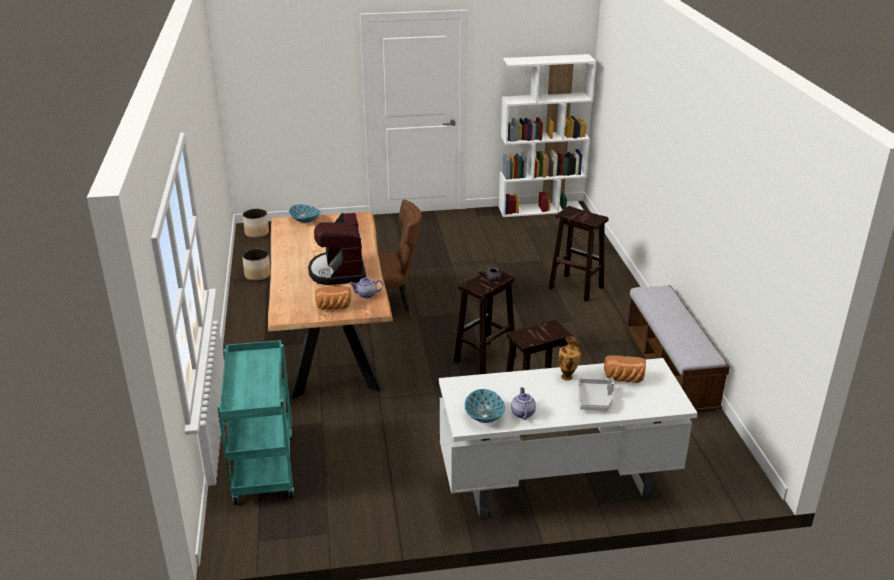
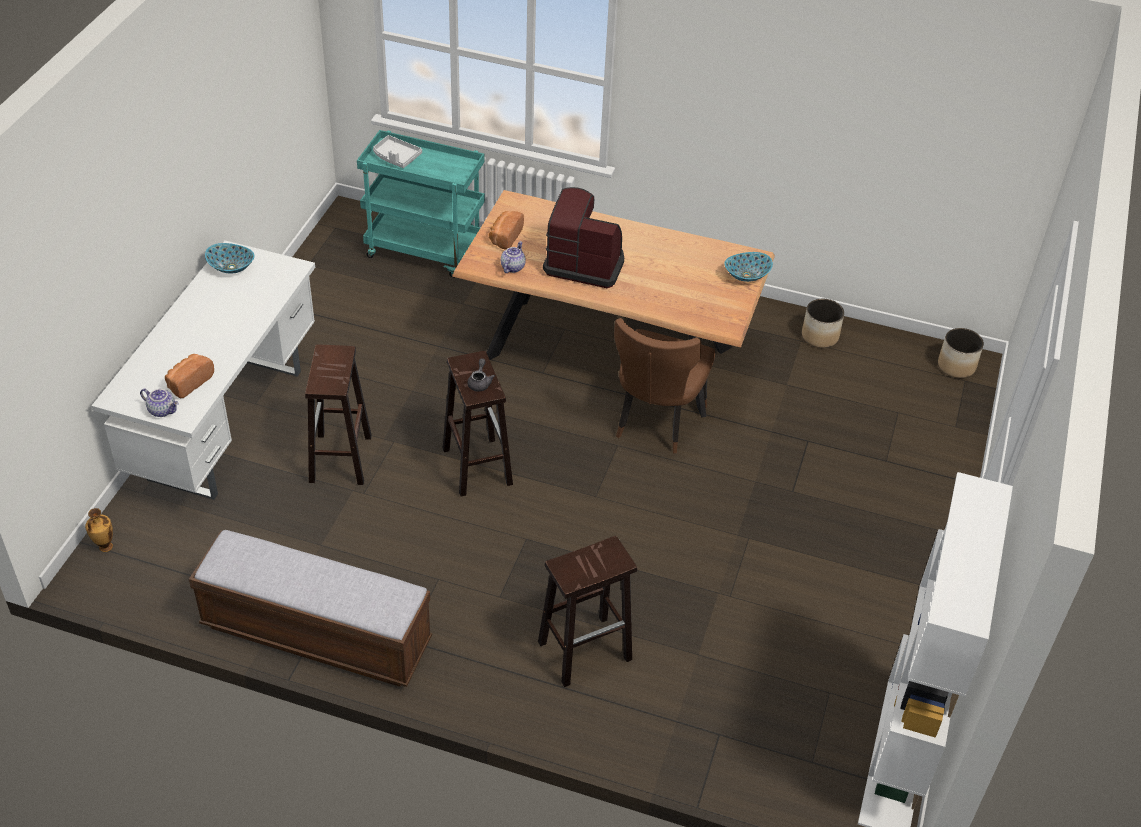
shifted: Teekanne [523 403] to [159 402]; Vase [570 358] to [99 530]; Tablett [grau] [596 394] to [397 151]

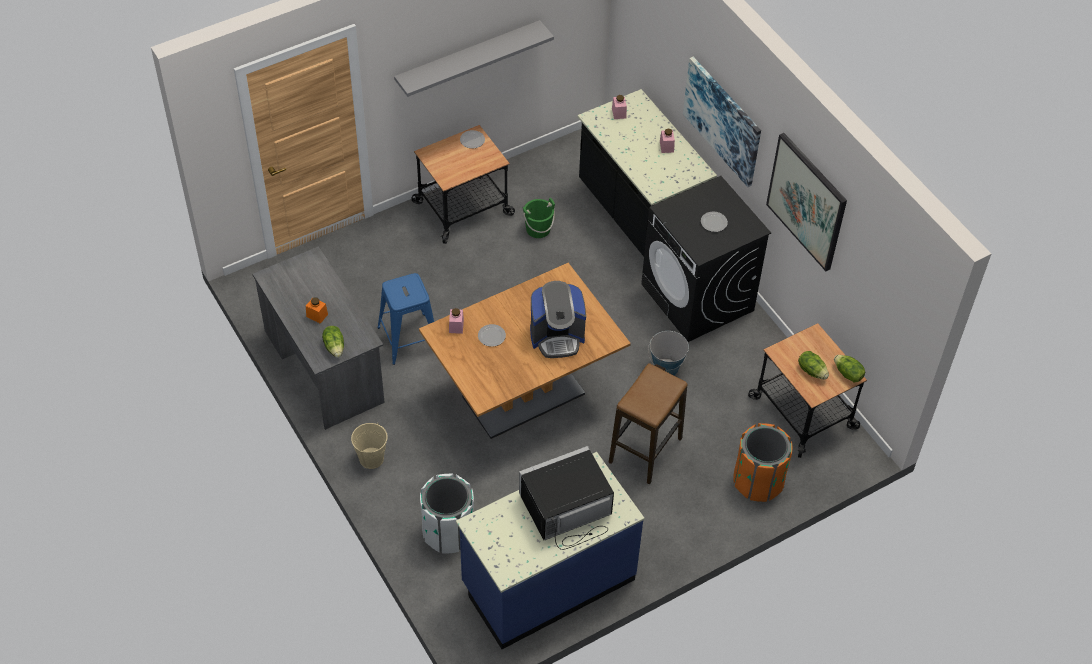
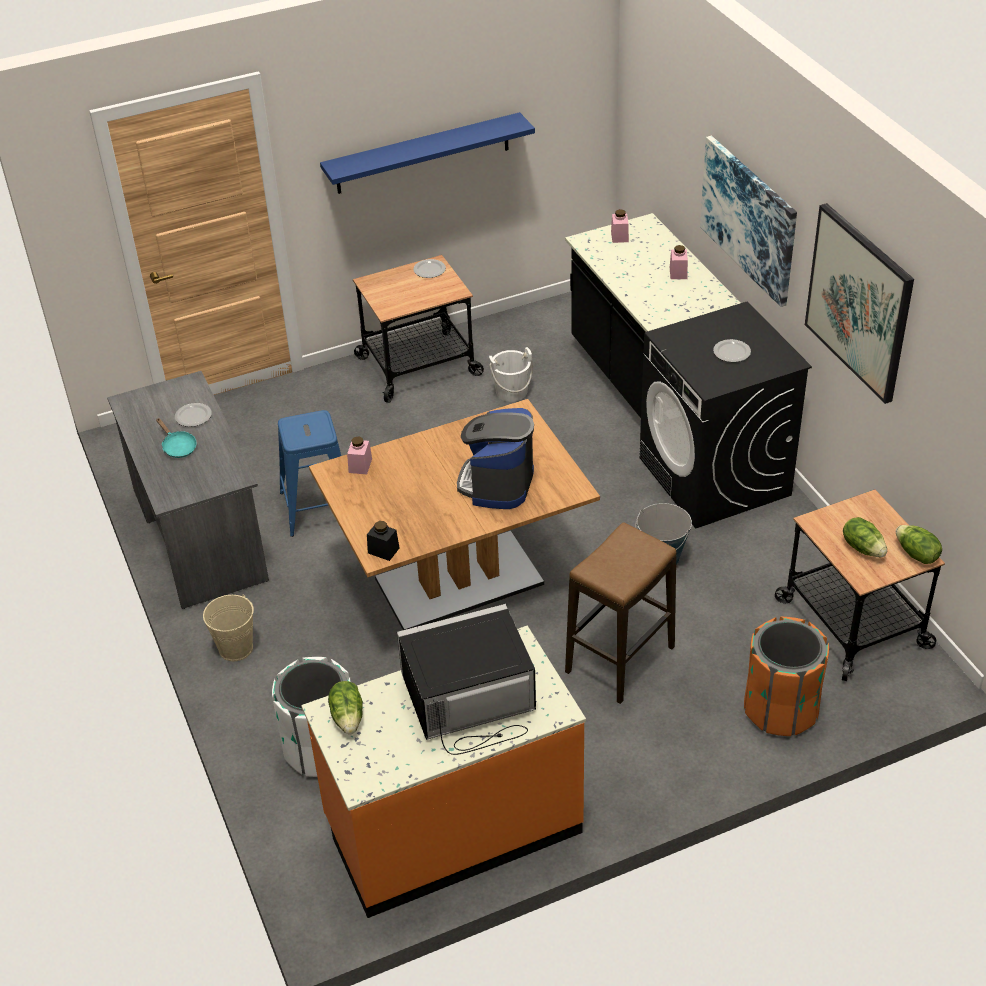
new: Vorratsglas [schwarz] [383 541]
shifted: Salatkopf [333 342] to [345 708]; Teller [492 335] to [193 415]
swapped: Vorratsglas [orange] [317 310] to Pfanne [türkis] [176 438]
repainted: Wandregal [grau] [474 58] to Wandregal [blau] [427 153]; Küchenzeile [blau] [550 550] to Küchenzeile [orange] [443 772]; Eimer [grün] [539 218] to Eimer [weiß] [511 374]
rotated: Kaffeemaschine [558 319] = [495 458] 105 degrees clockwise

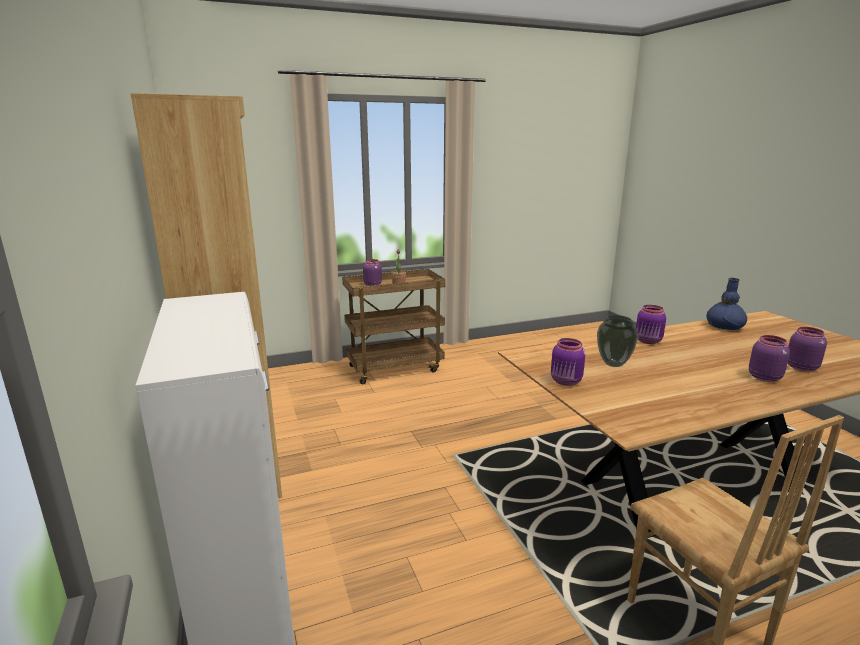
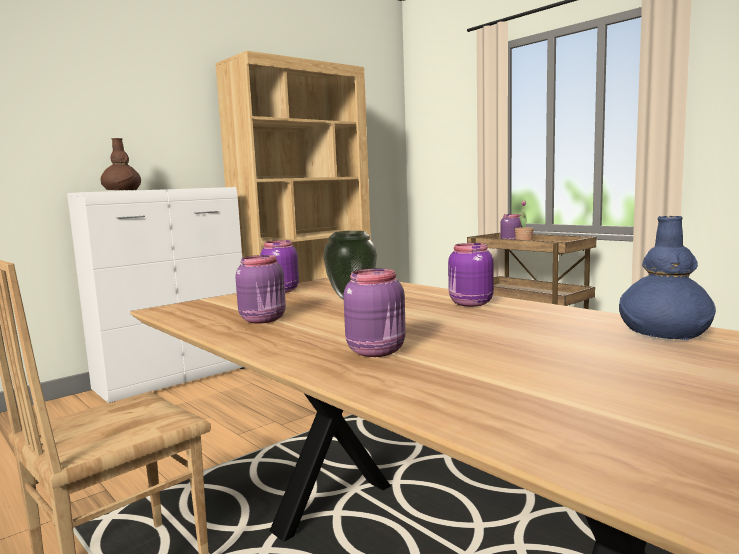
new: Vase [braun] [121 164]
shifted: Vorratsglas [lila] [807 349] to [260 289]

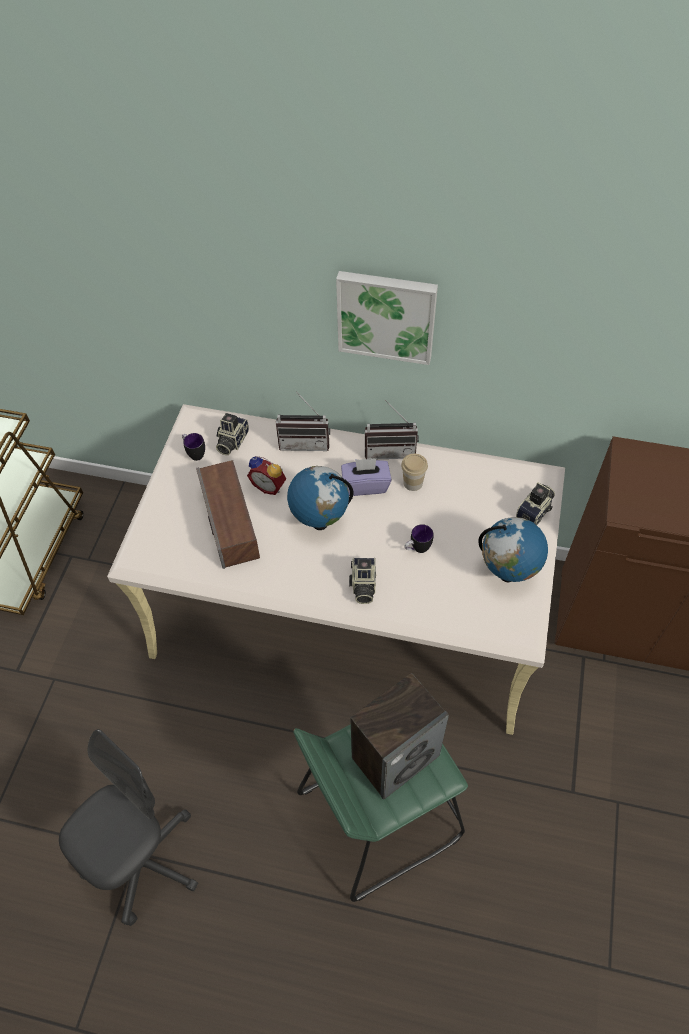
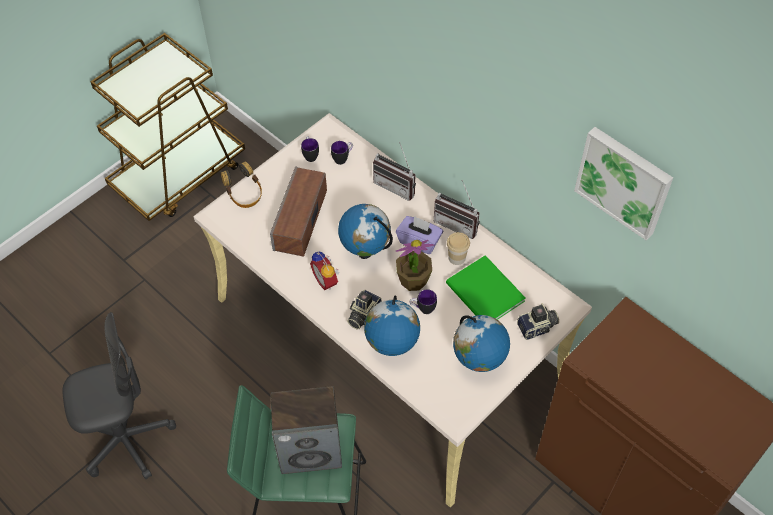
new: Kopfhörer [241 184]; Globus [392 326]; Topfpflanze [415 265]; Buch [grün] [486 287]
shifted: Wecker [266 475] to [324 270]; Bild [387 318] to [623 184]
swapped: Kamera [232 434] to Henkelbecher [342 153]

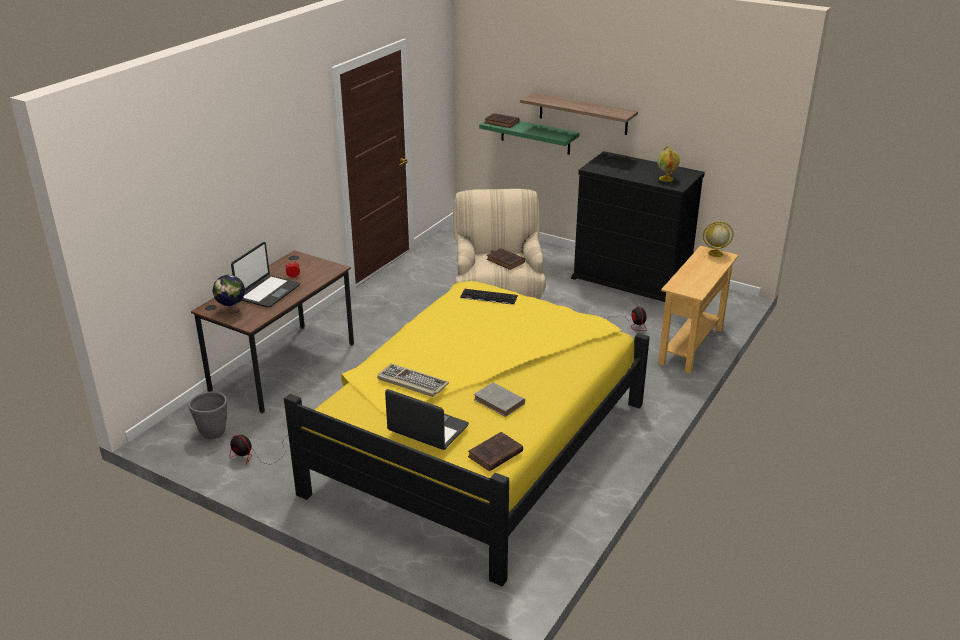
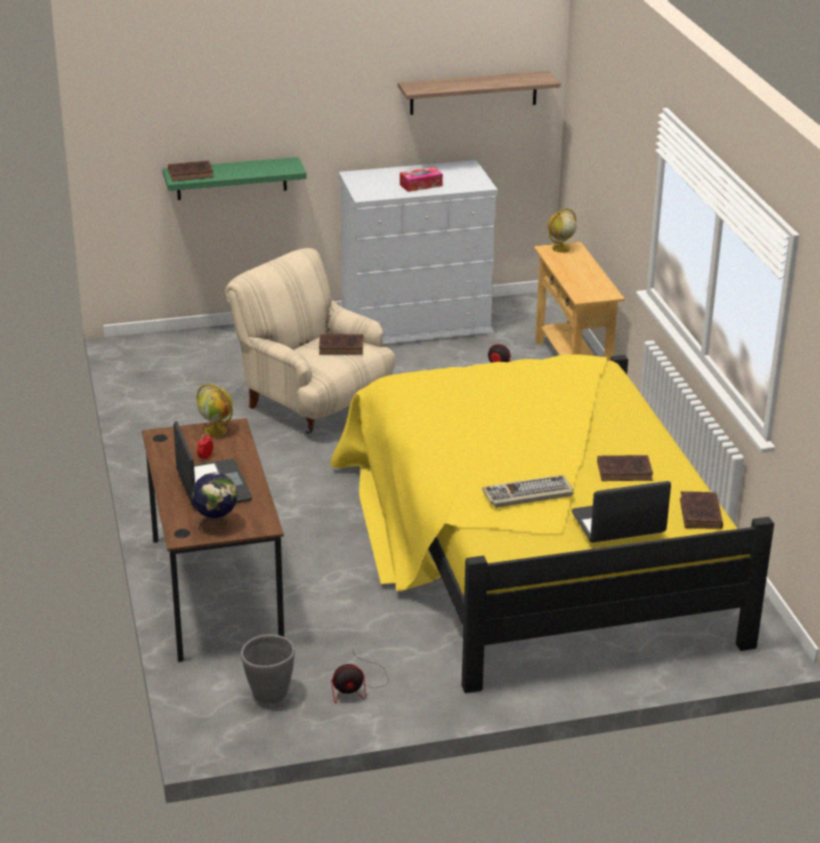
gone: Tastatur [489 297]
new: Taschentuchbox [421 179]
shifted: Wandregal [579 114] to [479 93]; Globus [668 164] to [215 410]
repainted: Buch [grau] [499 399] to Buch [braun] [625 468]; Kommode [schwarz] [638 226] to Kommode [weiß] [418 252]

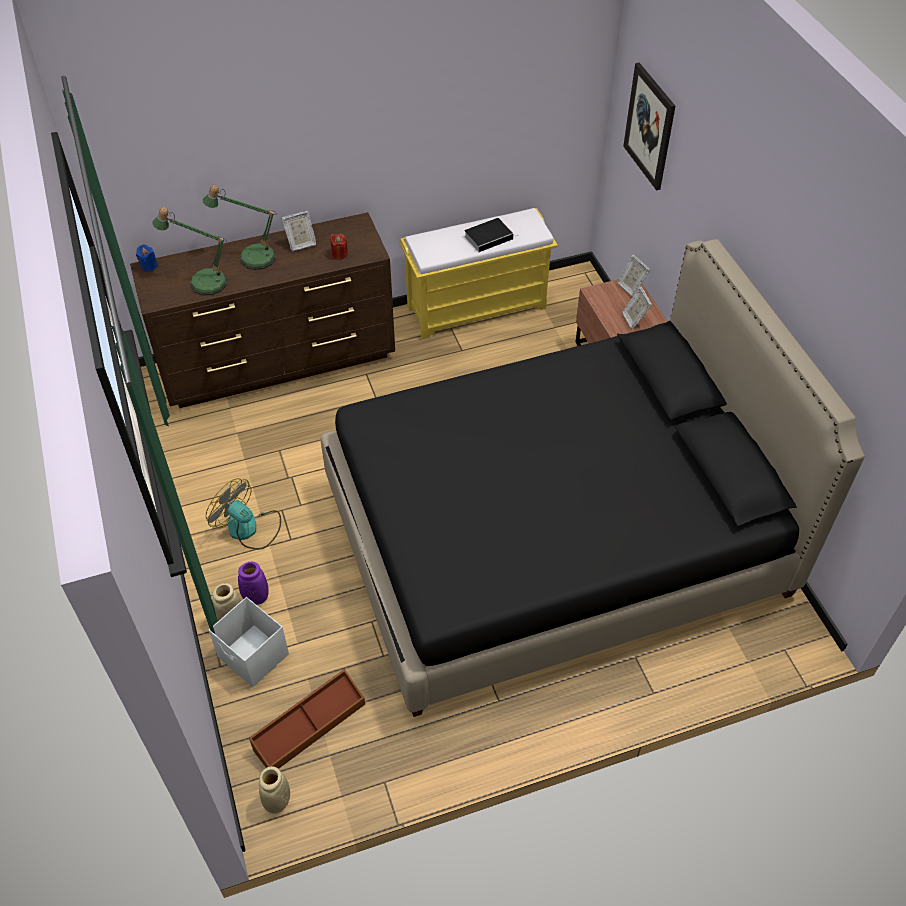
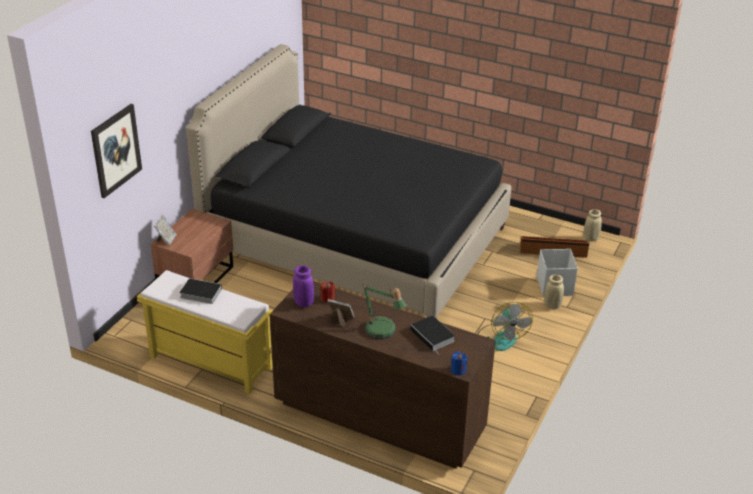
gone: Bilderrahmen [637 308]
shifted: Vase [lila] [253 583] to [303 286]
swapped: Tischlampe [189 251] to Buch [432 335]

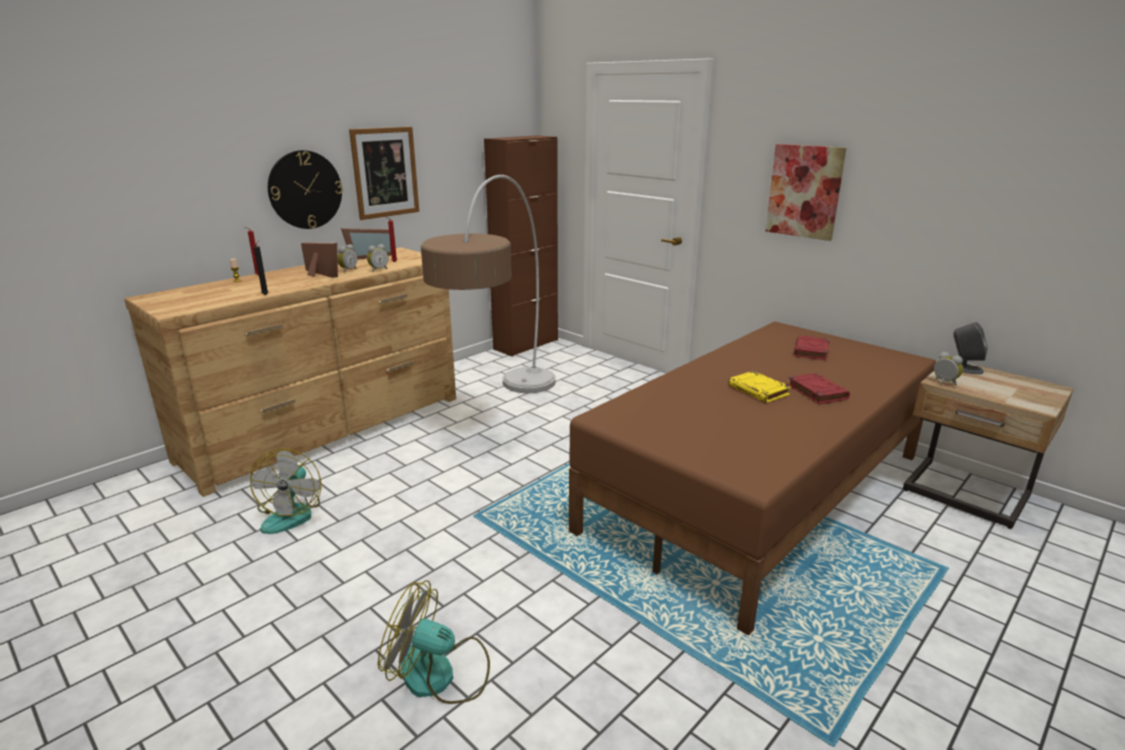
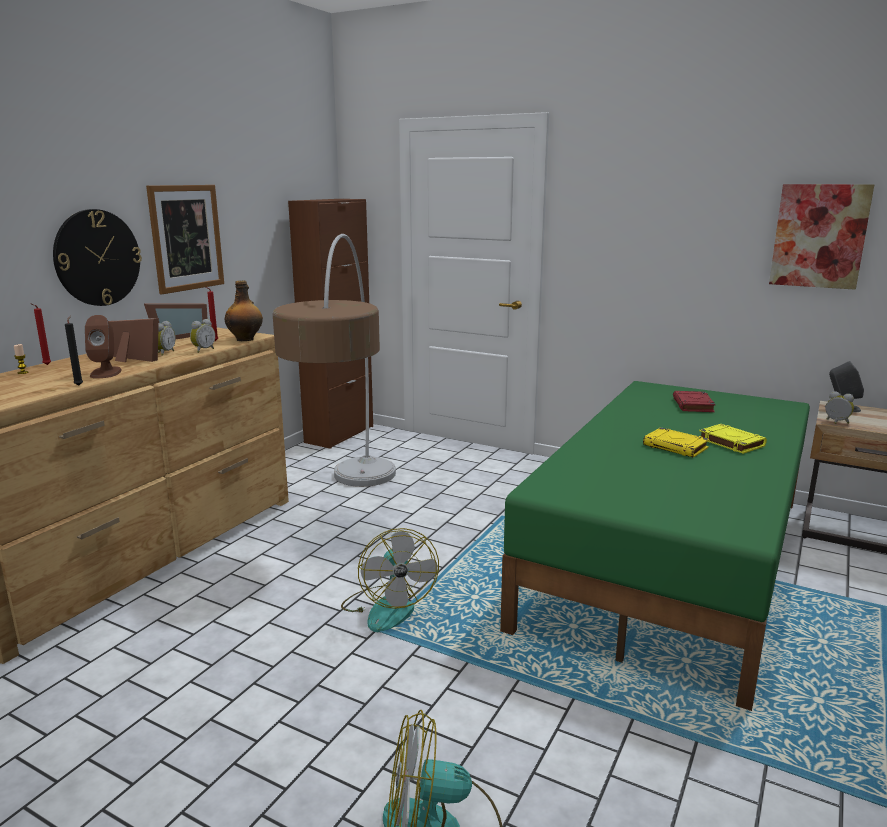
new: Lautsprecher [braun] [103 346]; Flasche [244 310]
shifted: Ventilator [285 491] to [390 580]; Bild [805 192] to [821 237]
repainted: Bett [braun] [752 479] to Bett [grün] [655 546]; Buch [rot] [819 388] to Buch [gelb] [733 439]

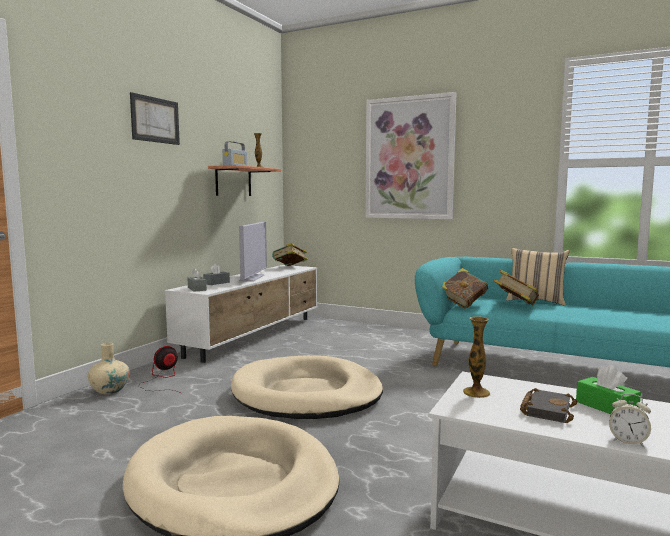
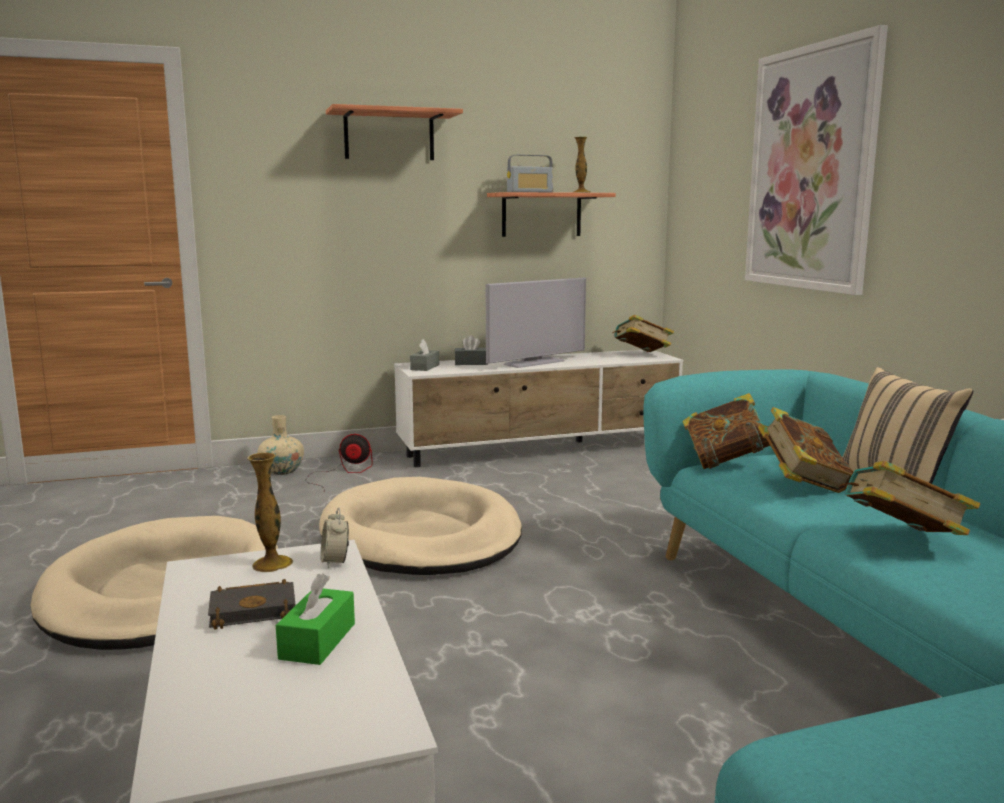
new: Buch [910 498]
shifted: Wecker [630 420] to [335 538]
swapped: Bild [155 118] to Wandregal [394 132]

